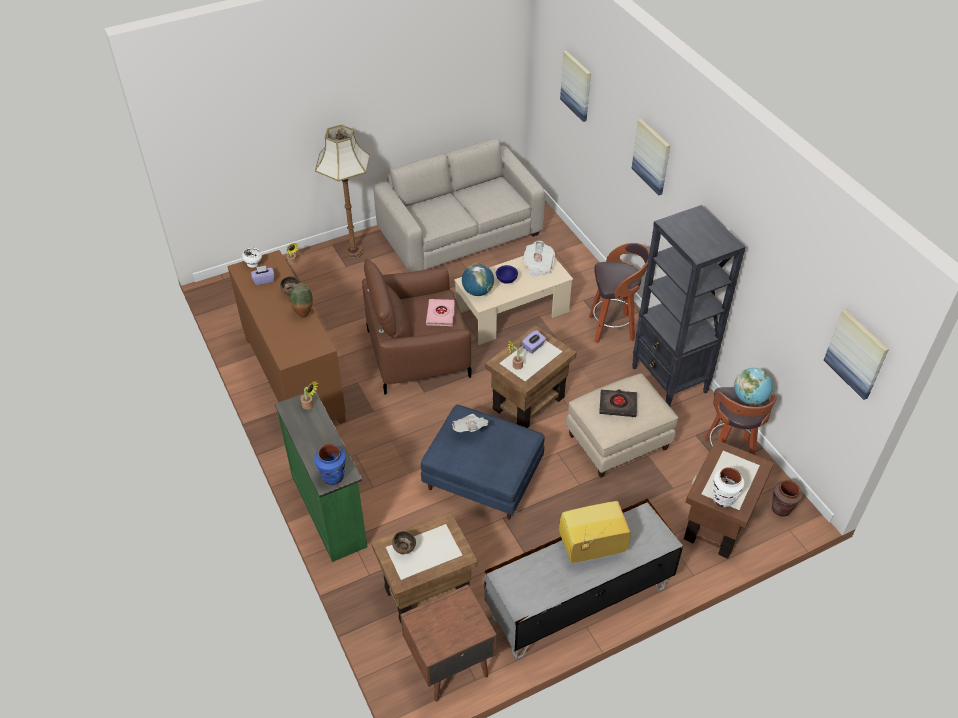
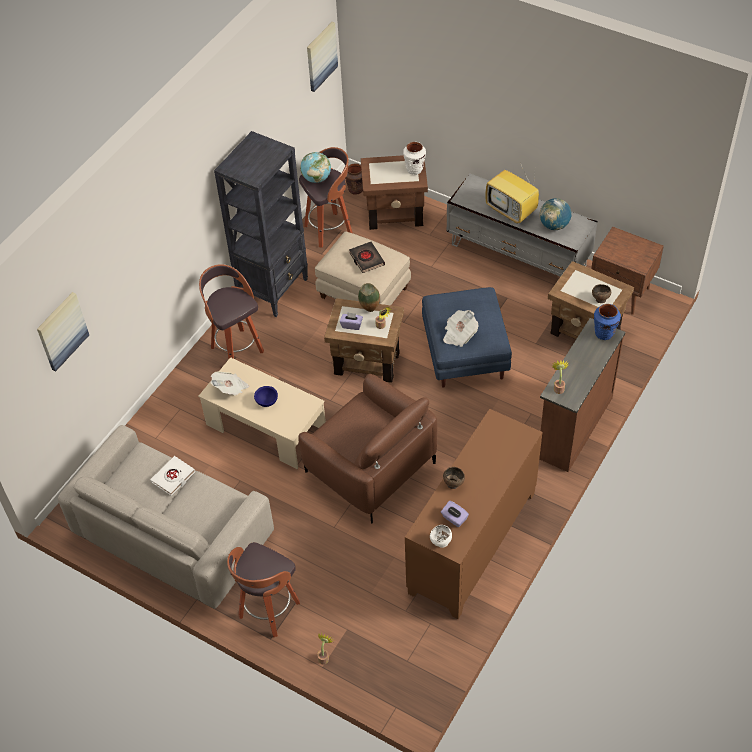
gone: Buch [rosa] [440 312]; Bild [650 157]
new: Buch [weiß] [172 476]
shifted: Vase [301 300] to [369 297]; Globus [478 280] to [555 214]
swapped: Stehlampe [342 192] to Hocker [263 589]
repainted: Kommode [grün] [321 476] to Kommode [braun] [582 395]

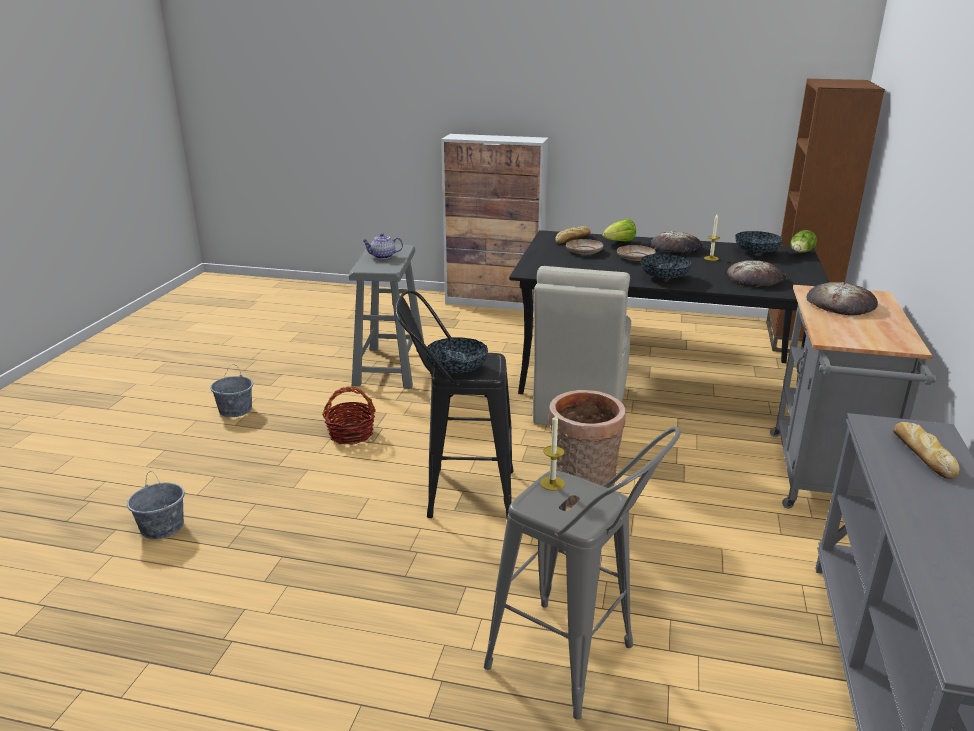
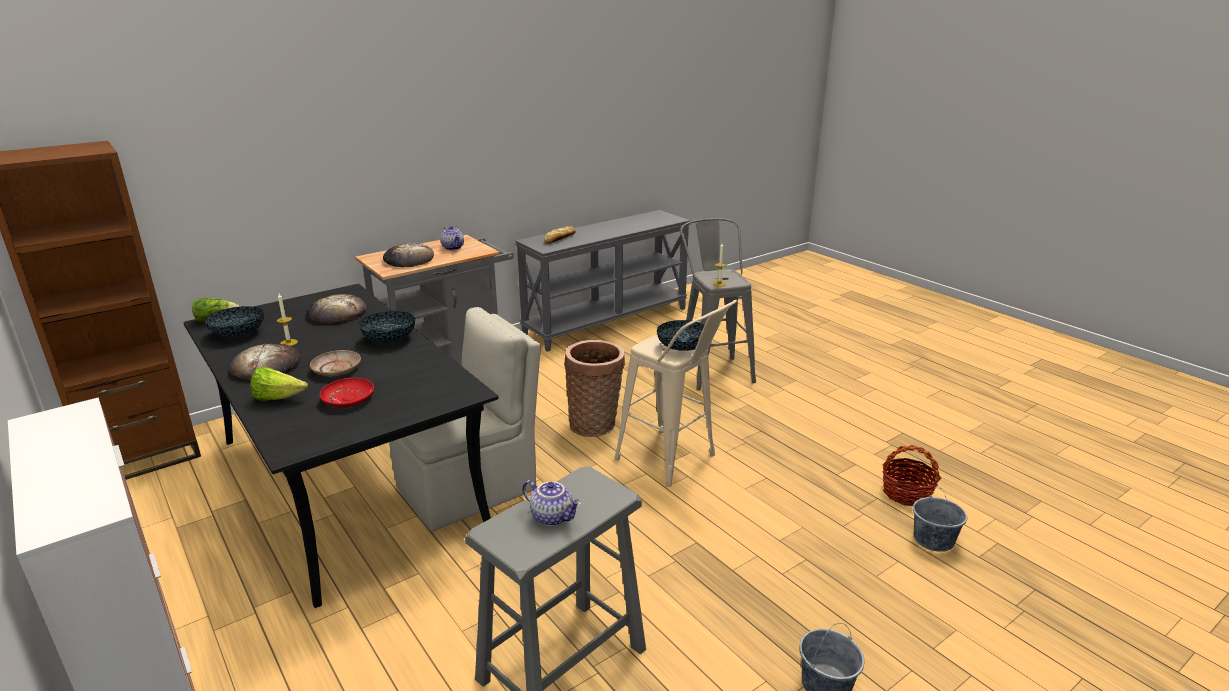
gone: Brot [573 235]
new: Teekanne [452 238]
shifted: Korb [348 415] to [911 475]
repainted: Hocker [schwarz] [454 404] to Hocker [beige] [676 393]; Teller [beige] [585 247] to Teller [rot] [347 393]

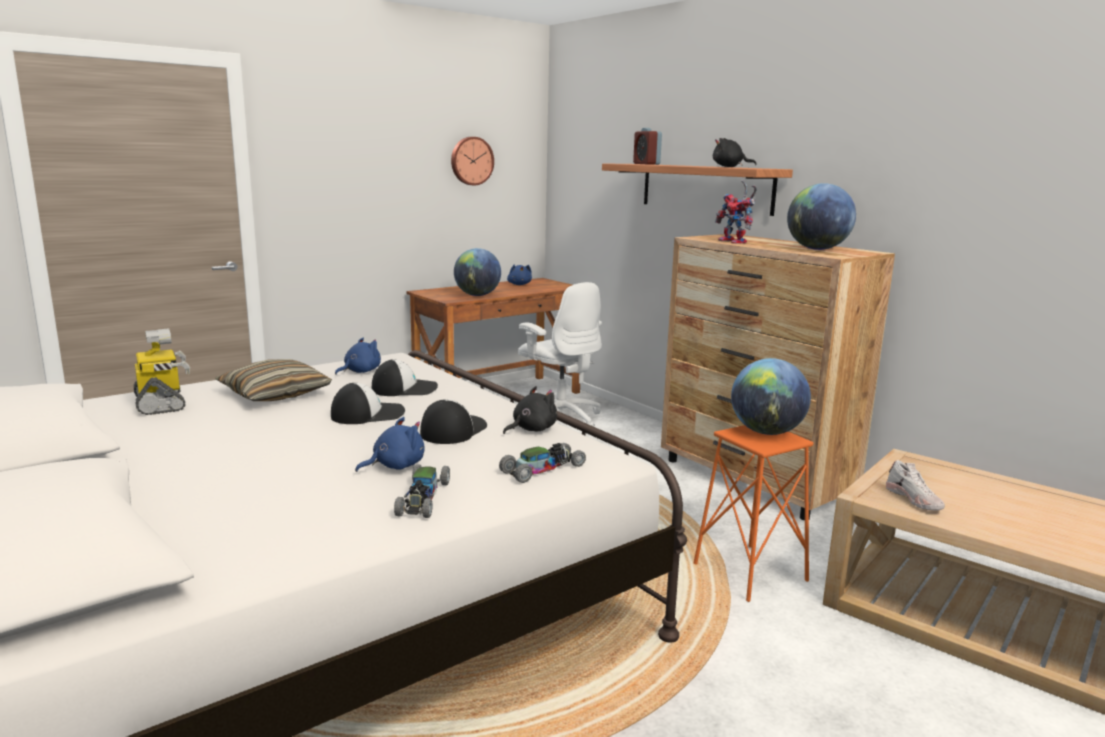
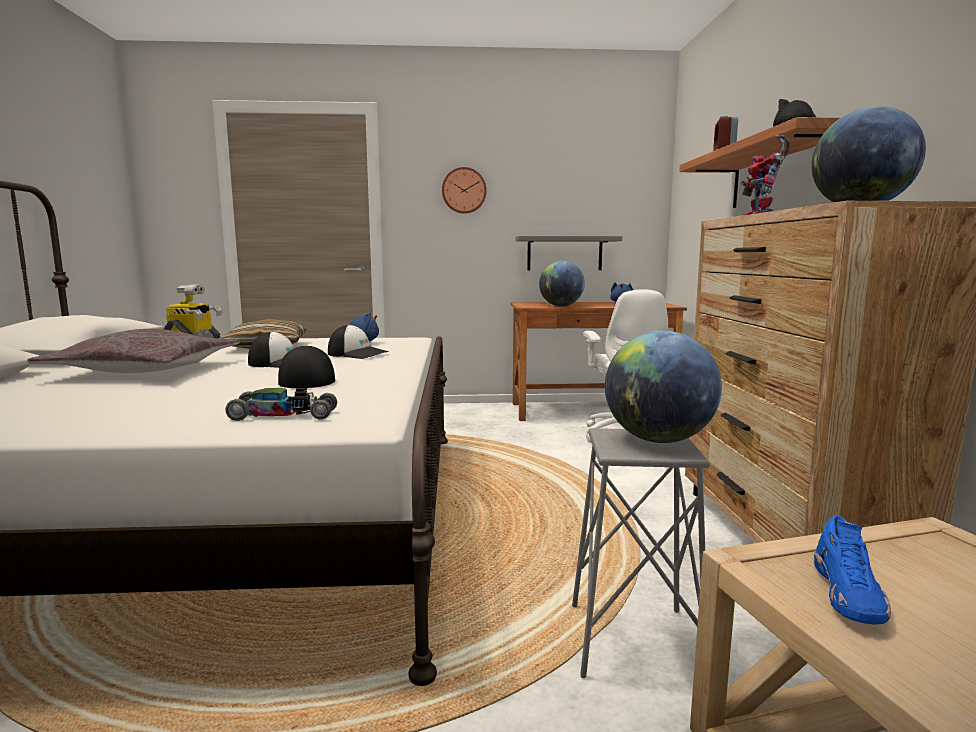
gone: Plüschtier [blau] [390 444]; Spielzeugauto [422 491]; Plüschtier [schwarz] [530 410]
new: Kissen [grau] [133 351]; Wandregal [grau] [568 253]
shifted: Wanduhr [472 161] to [464 190]
repainted: Hocker [orange] [753 513] to Hocker [grau] [641 553]; Schuh [weiß] [915 485] to Schuh [blau] [852 569]
rotated: Kappe [453 421] = [306 366] 75 degrees counterclockwise

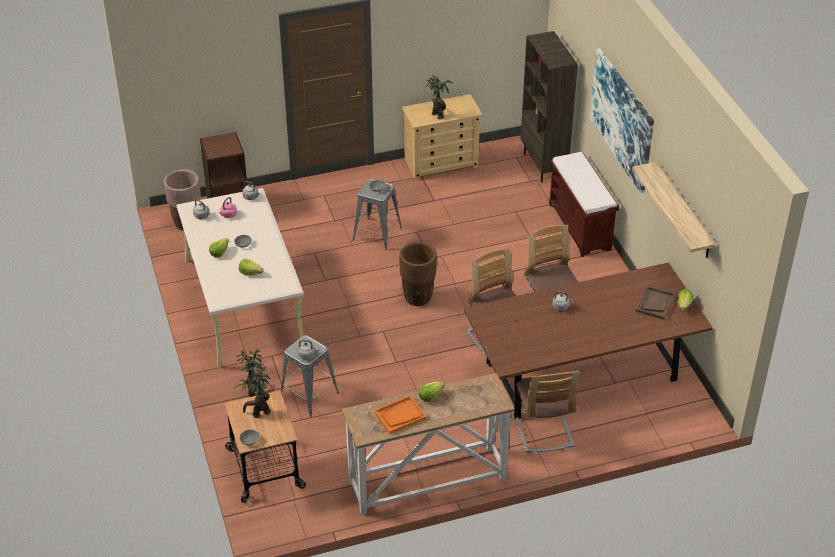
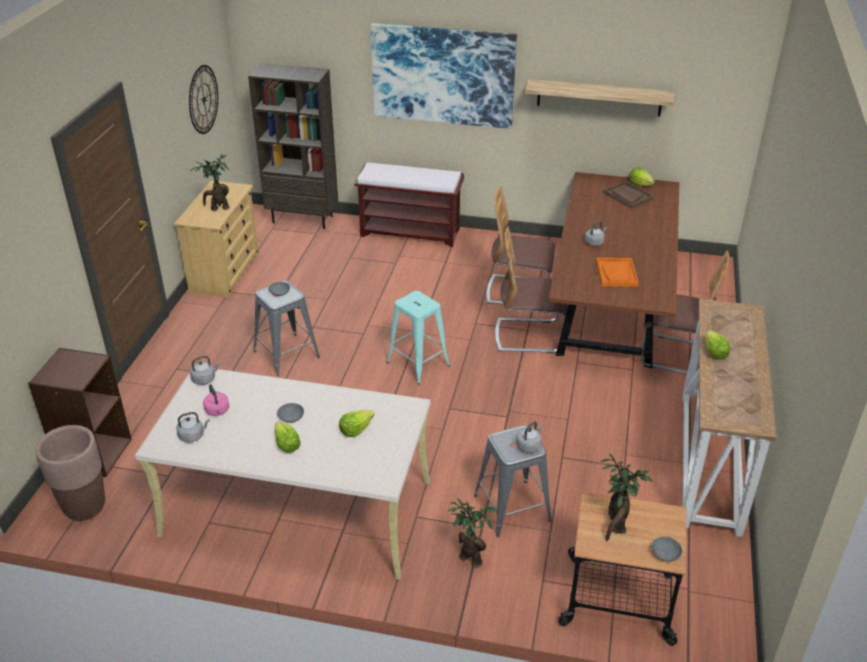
new: Wanduhr [203 99]
shifted: Tablett [orange] [400 414] to [617 272]
swapped: Pflanzkübel [braun] [418 274] to Hocker [türkis] [418 337]

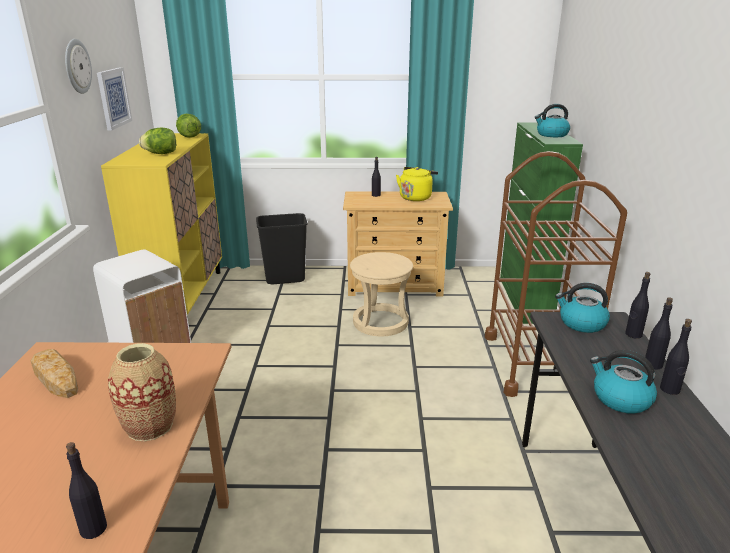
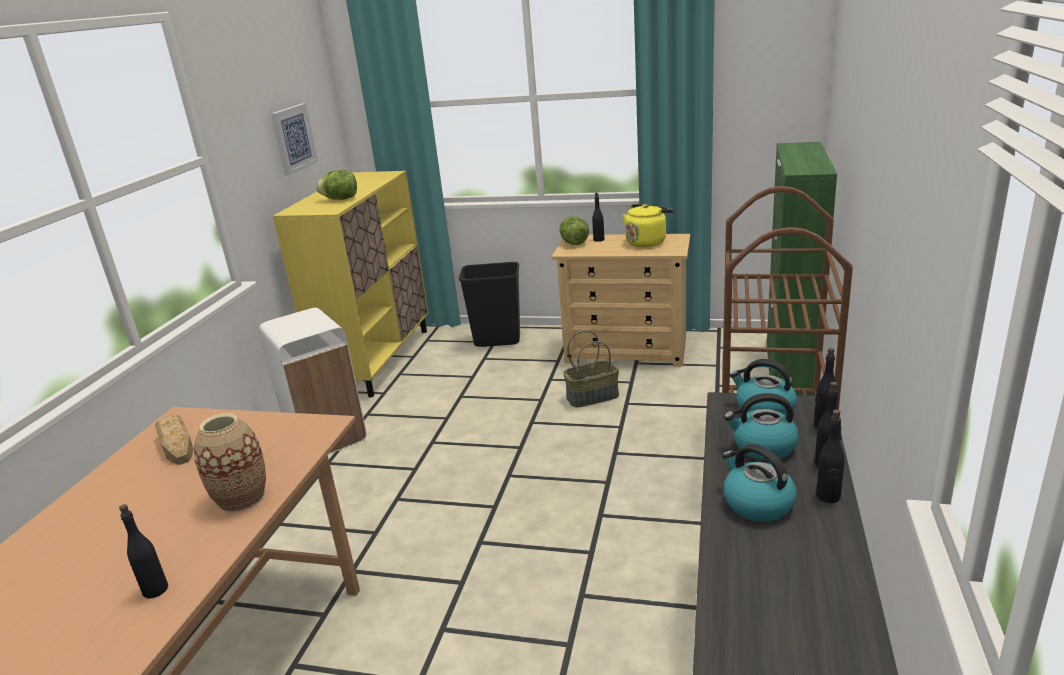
gone: Wanduhr [78 66]
shifted: Salatkopf [188 126] to [574 230]; Wasserkessel [552 120] to [761 426]
swapped: Hocker [beige] [381 294] to Korb [591 368]

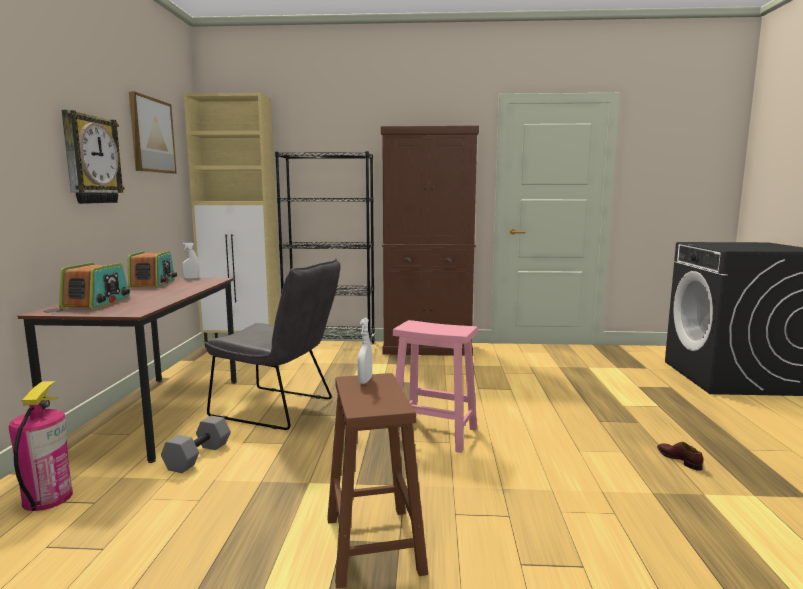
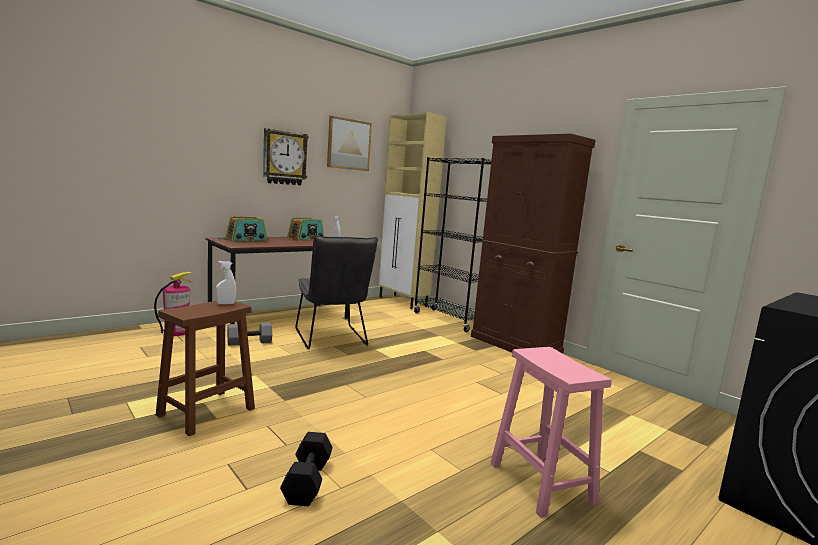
gone: Schuh [braun] [680 456]
new: Hantel [schwarz] [306 469]
shifted: Hocker [rosa] [435 386] to [551 432]

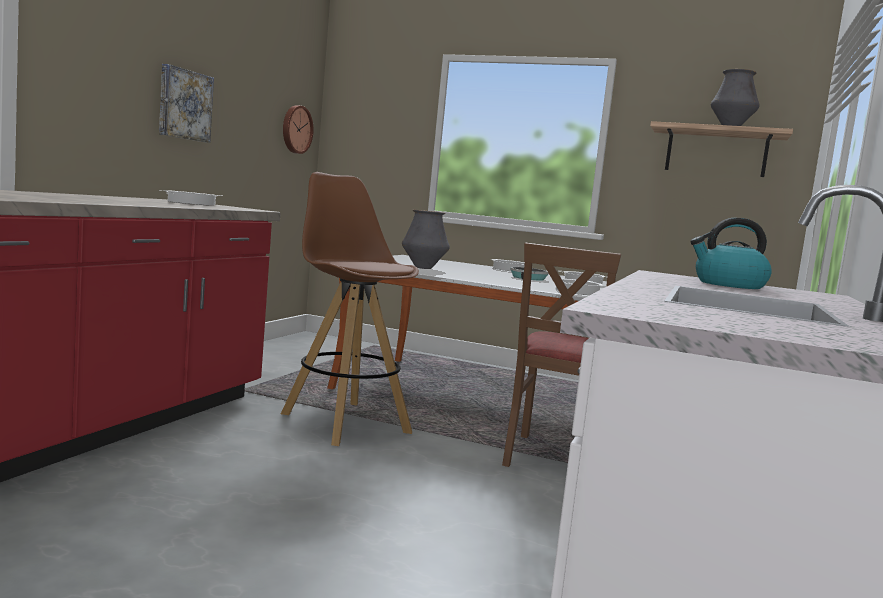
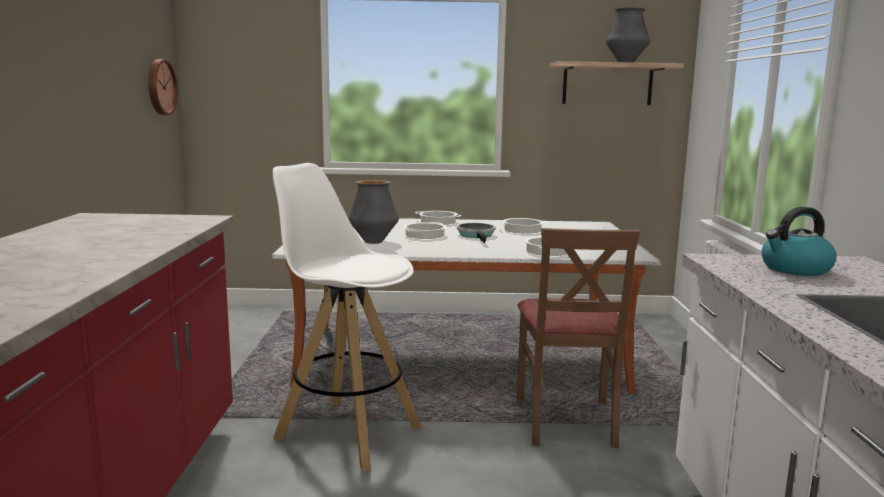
gone: Bild [186 103]
shifted: Kochtopf [191 198] to [425 230]
repainted: Hocker [braun] [350 309] to Hocker [weiß] [347 317]

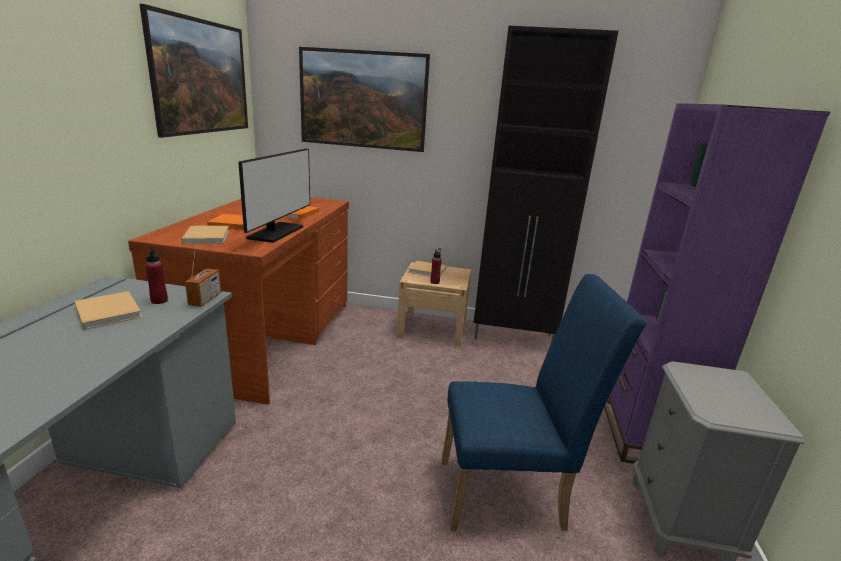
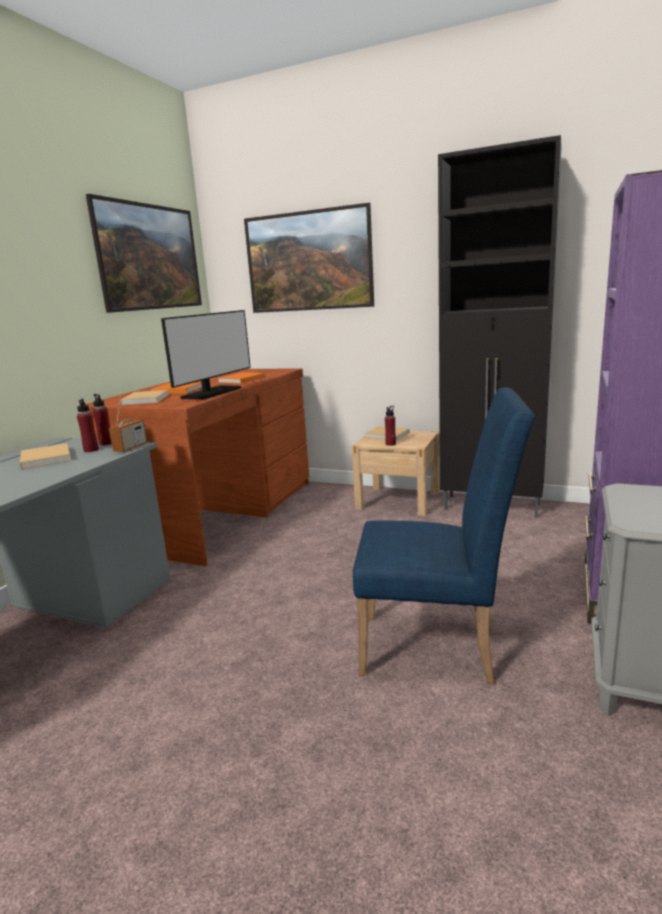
new: Flasche [rot] [102 420]

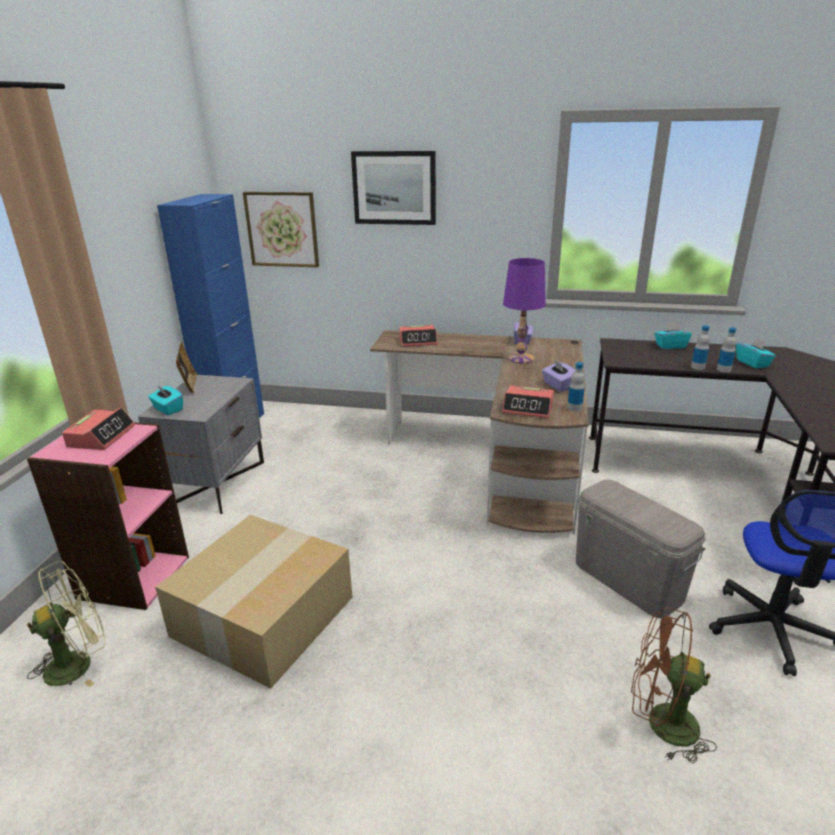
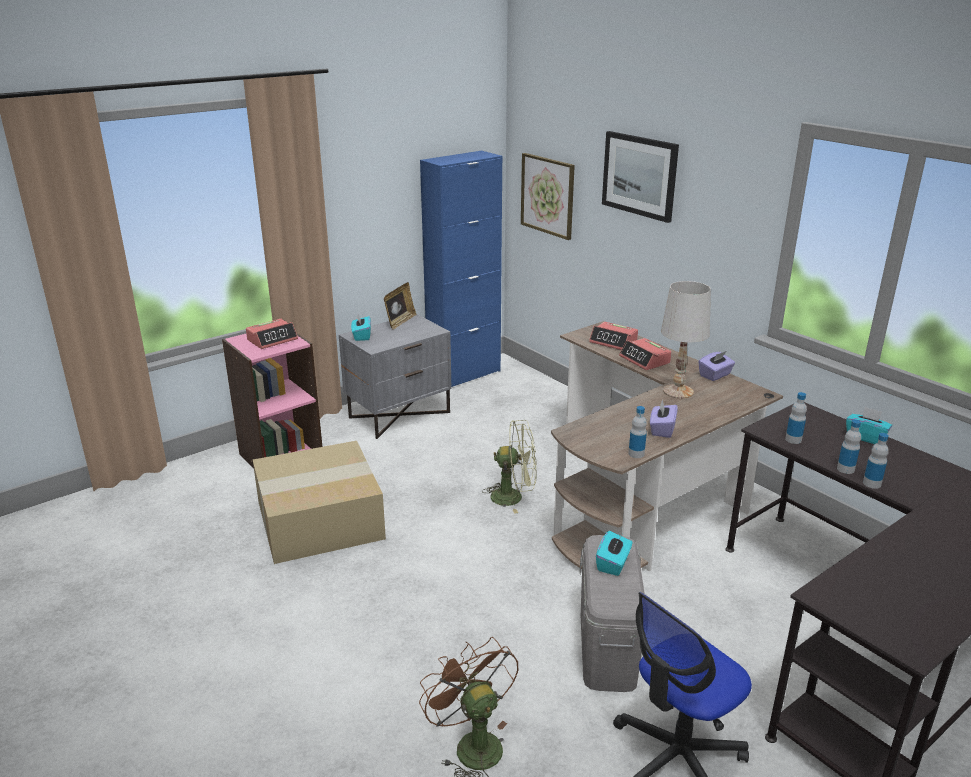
new: Flasche [796 418]
shifted: Ventilator [grün] [66 624] to [509 467]; Wecker [528 402] to [645 354]; Taschentuchbox [türkis] [756 353] to [614 553]
repainted: Tischlampe [lila] [524 311] to Tischlampe [weiß] [686 340]

